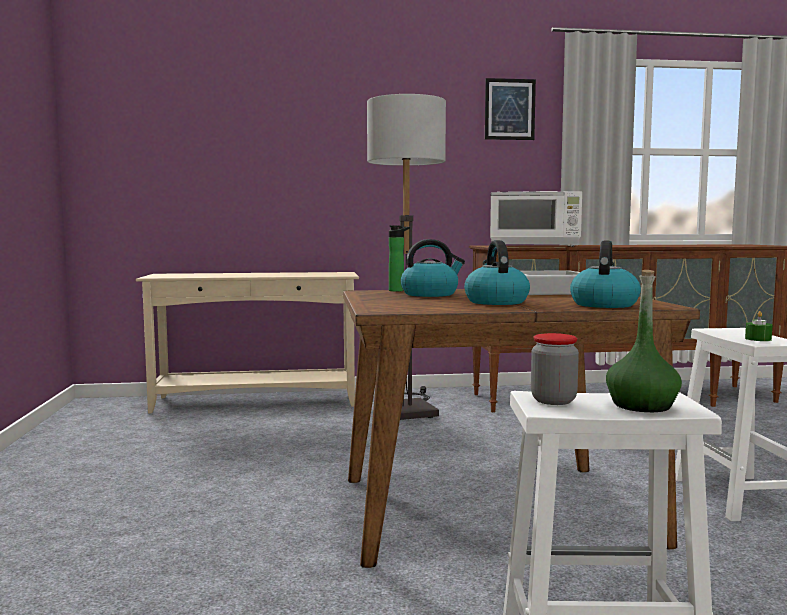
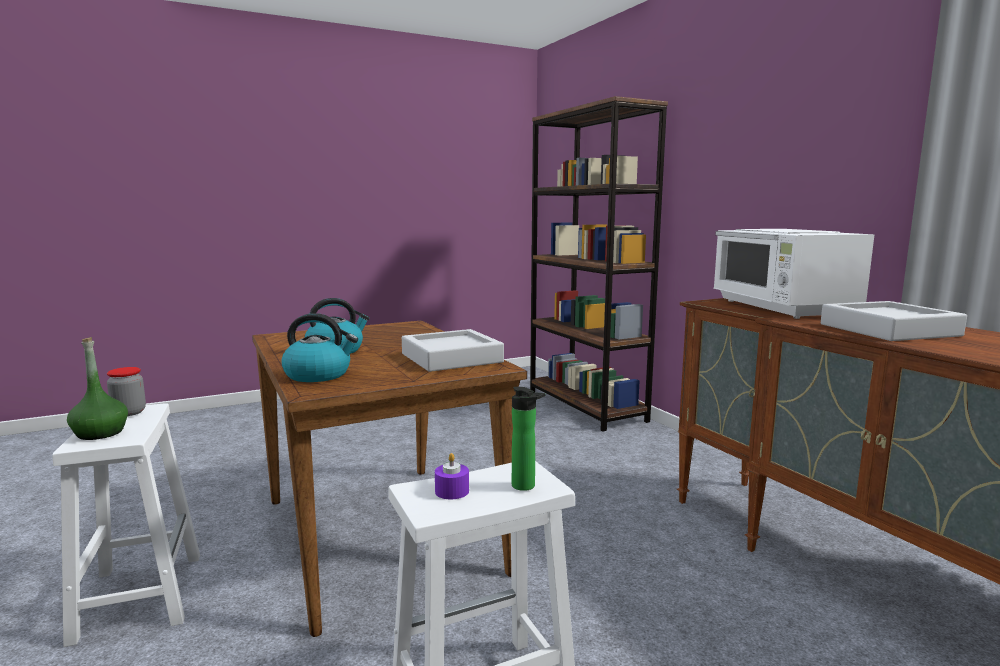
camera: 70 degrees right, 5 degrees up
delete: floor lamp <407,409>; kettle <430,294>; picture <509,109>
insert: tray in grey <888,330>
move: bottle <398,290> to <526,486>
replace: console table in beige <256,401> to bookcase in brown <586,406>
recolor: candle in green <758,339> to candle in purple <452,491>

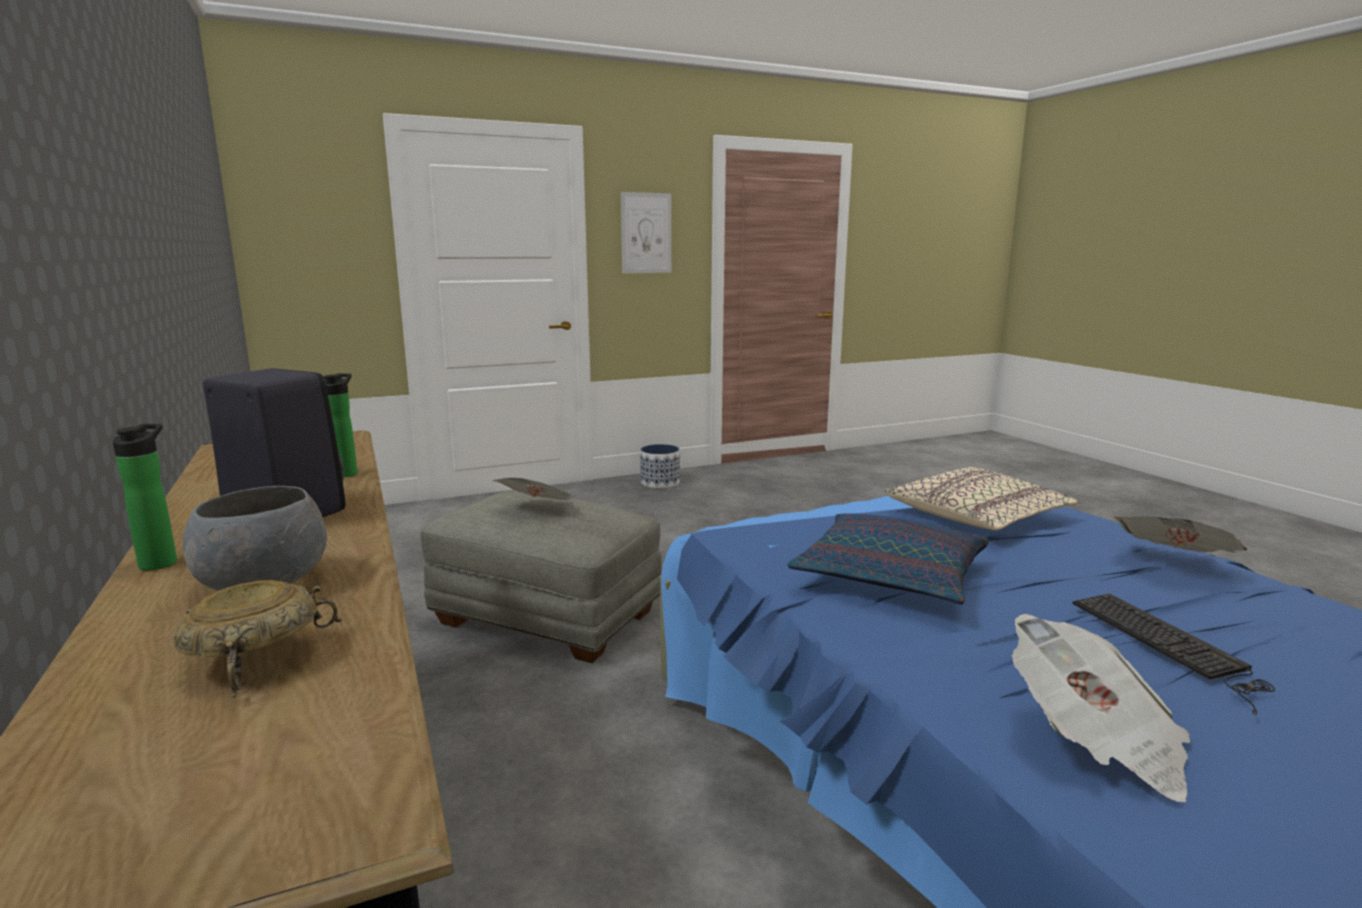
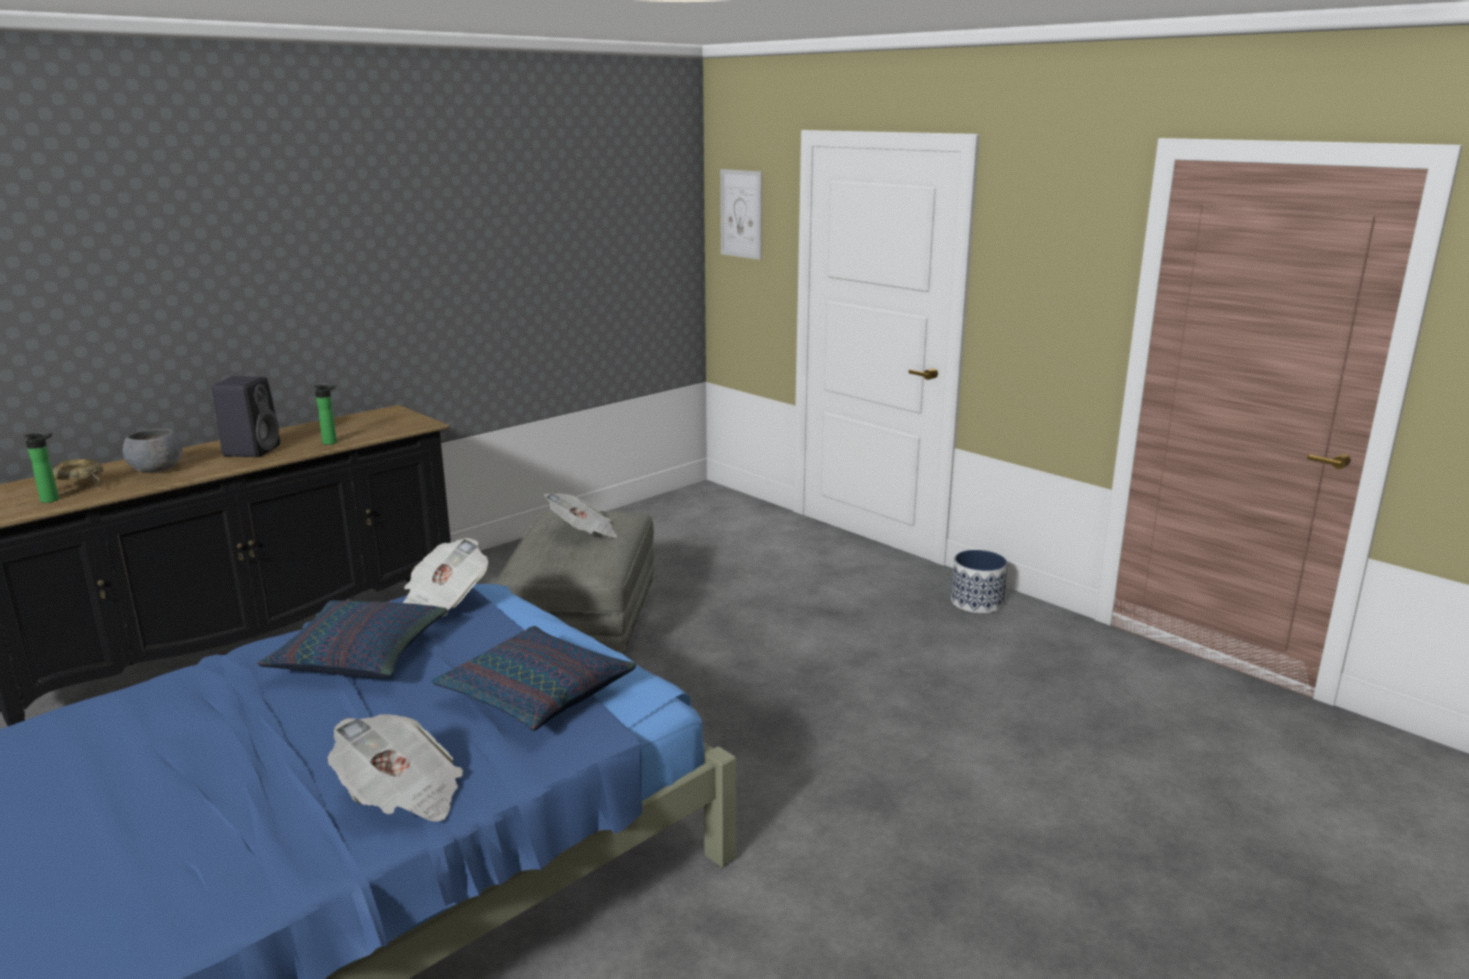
camera: 70 degrees right, 5 degrees up
delete: keyboard <1170,645>
move: bottle <161,562> to <53,499>; newspaper <1095,742> to <443,602>; picture <646,233> to <741,214>
recolor: pillow in beige <977,517> to pillow in blue <536,694>

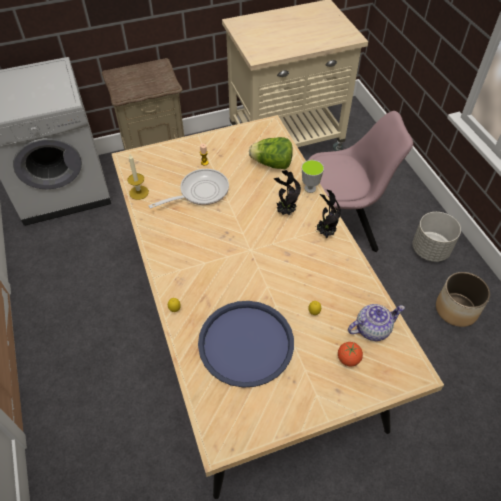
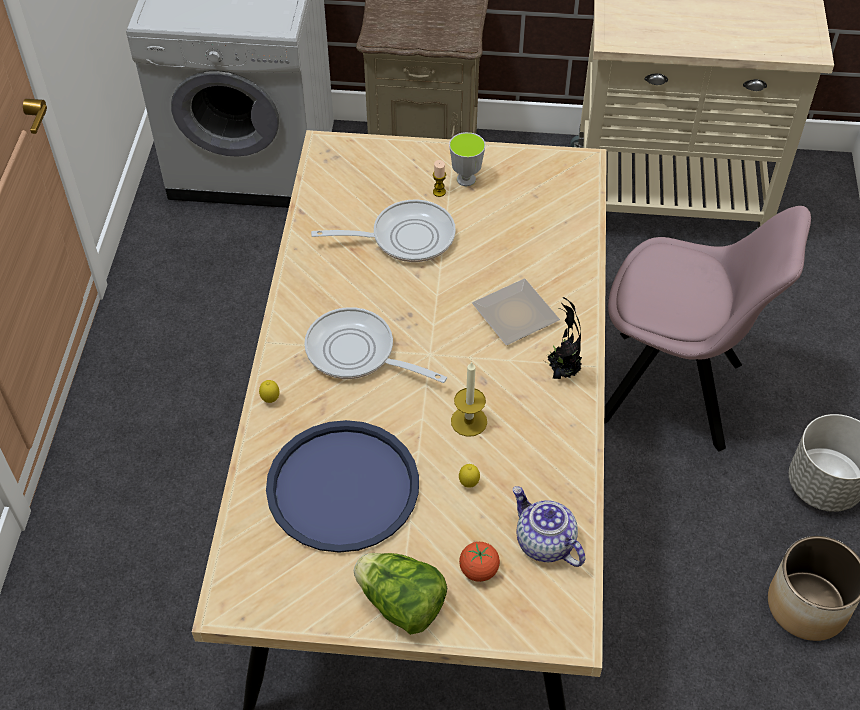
camera: 25 degrees right, 0 degrees up
insert: frying pan <357,353>
move: lettuce <272,164> to <401,604>; cup <310,188> to <466,179>; candle <139,192> to <469,421>
replace: potted plant <285,212> to plate <518,315>
rotate: teapot <372,328> = <544,542> 135 degrees counterclockwise

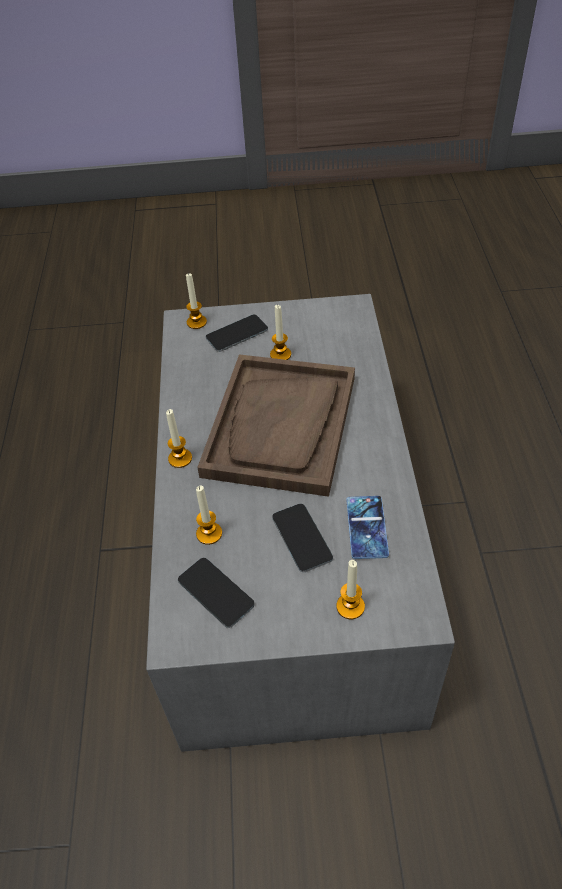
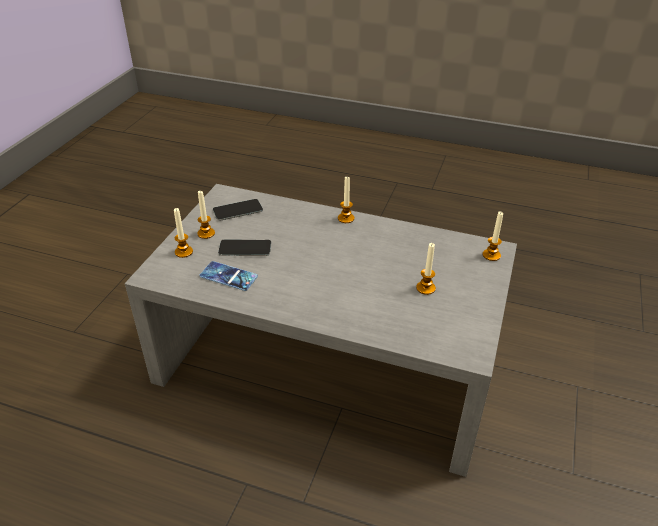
camera: 110 degrees right, 10 degrees down
delete: tray in brown <281,426>; phone <237,333>
move: candle <209,533> to <206,233>

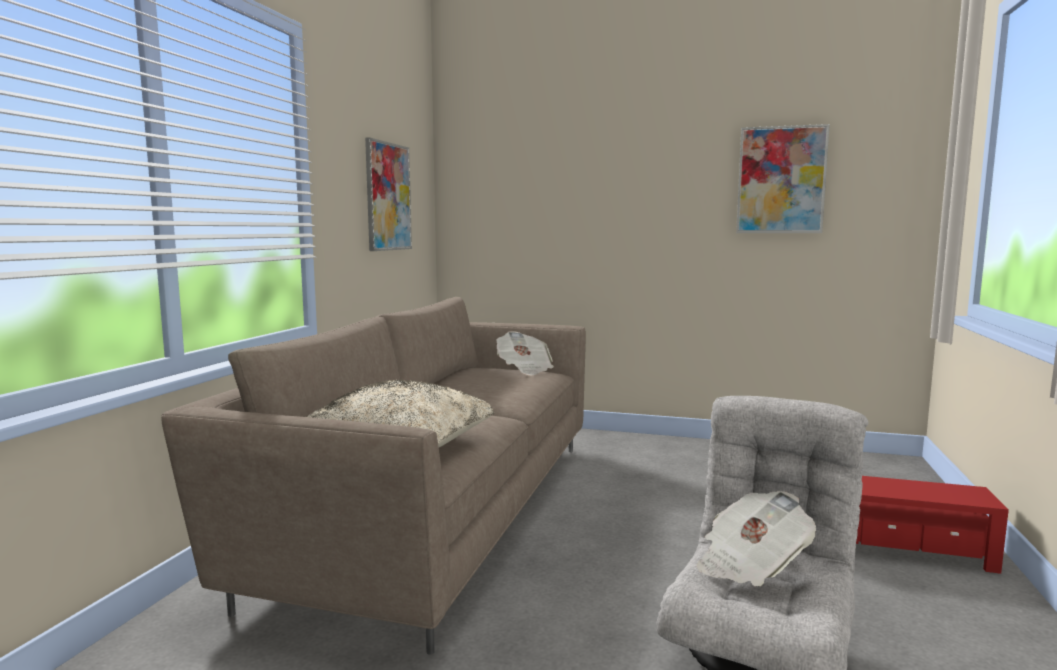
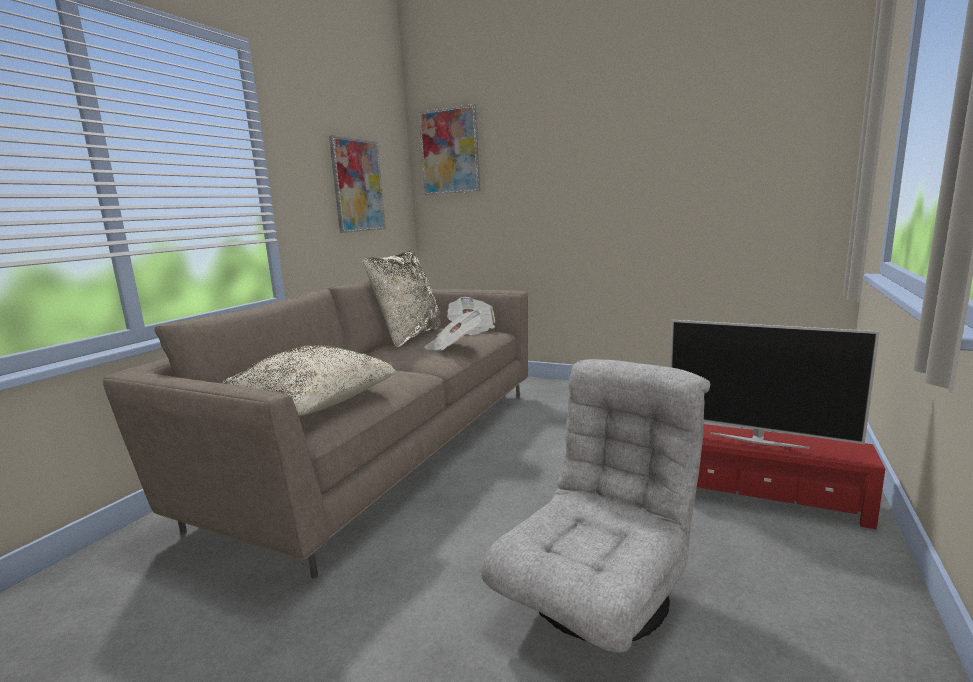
camera: 10 degrees right, 5 degrees up
insert: pillow in beige <409,337>; television <757,440>
move: picture <781,180> to <450,151>; newspaper <750,564> to <454,346>

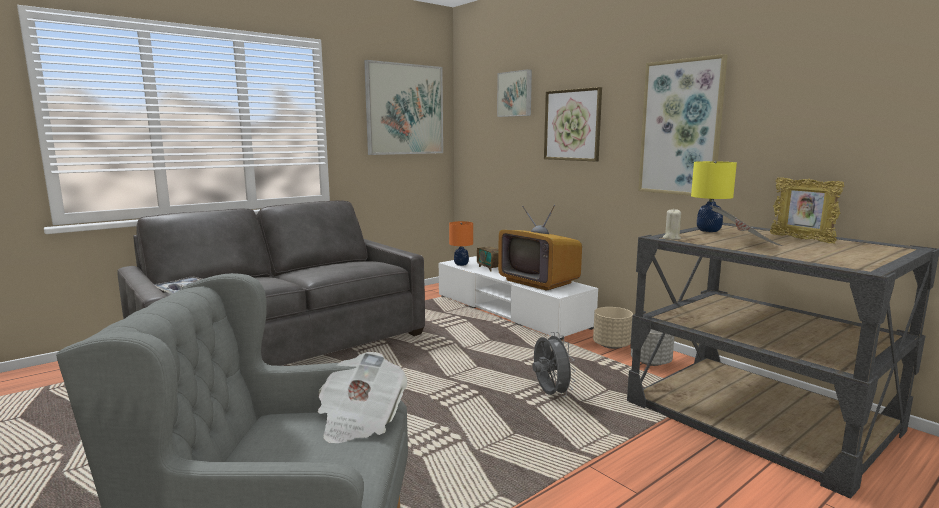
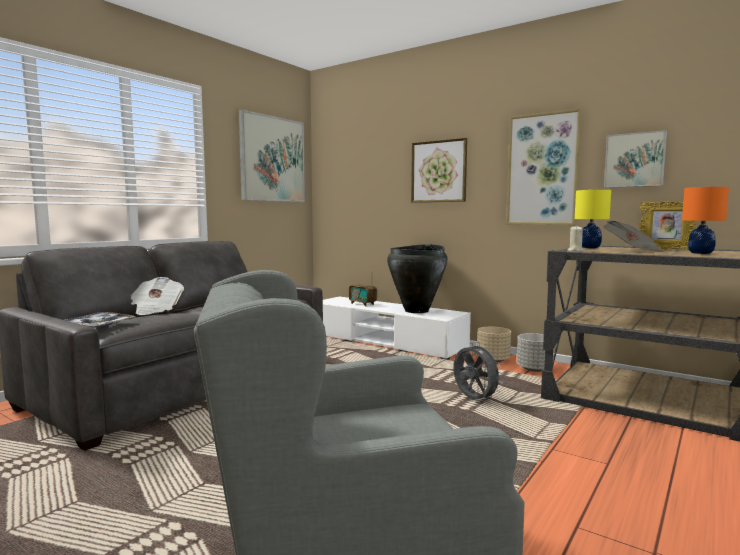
camera: 15 degrees left, 5 degrees down
move: newspaper <360,419> to <156,310>; picture <515,94> to <635,160>; table lamp in orange <461,265> to <701,253>
replace: television <538,281> to vase in black <416,311>

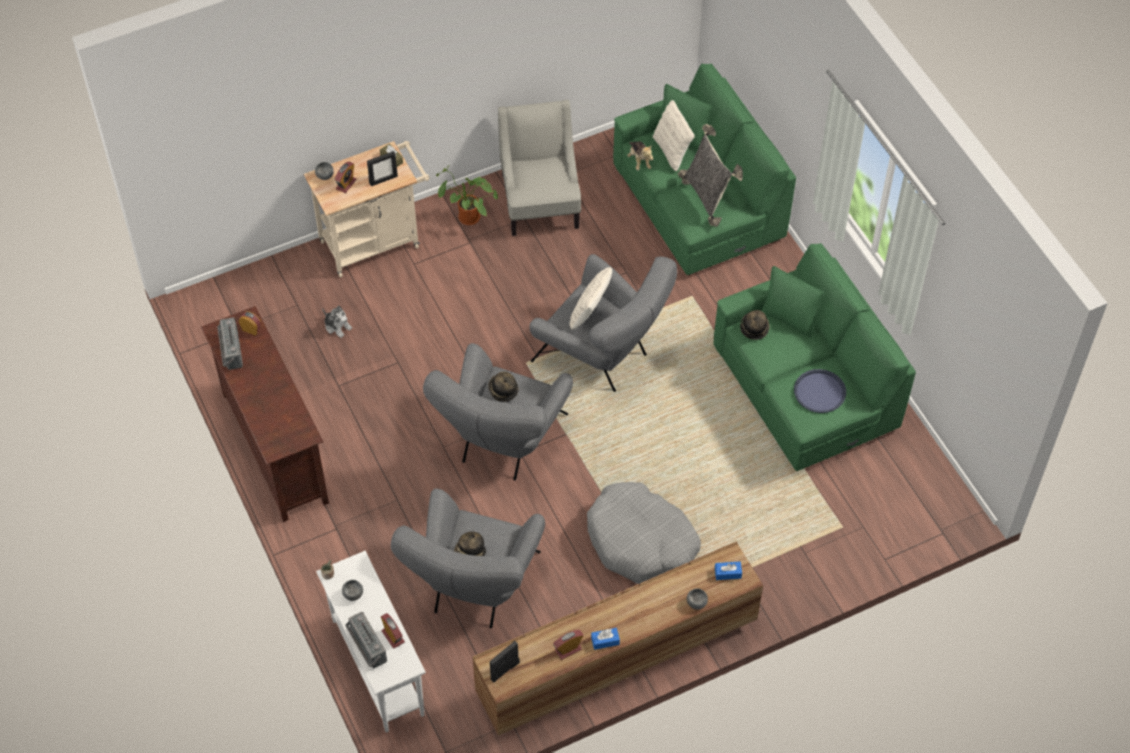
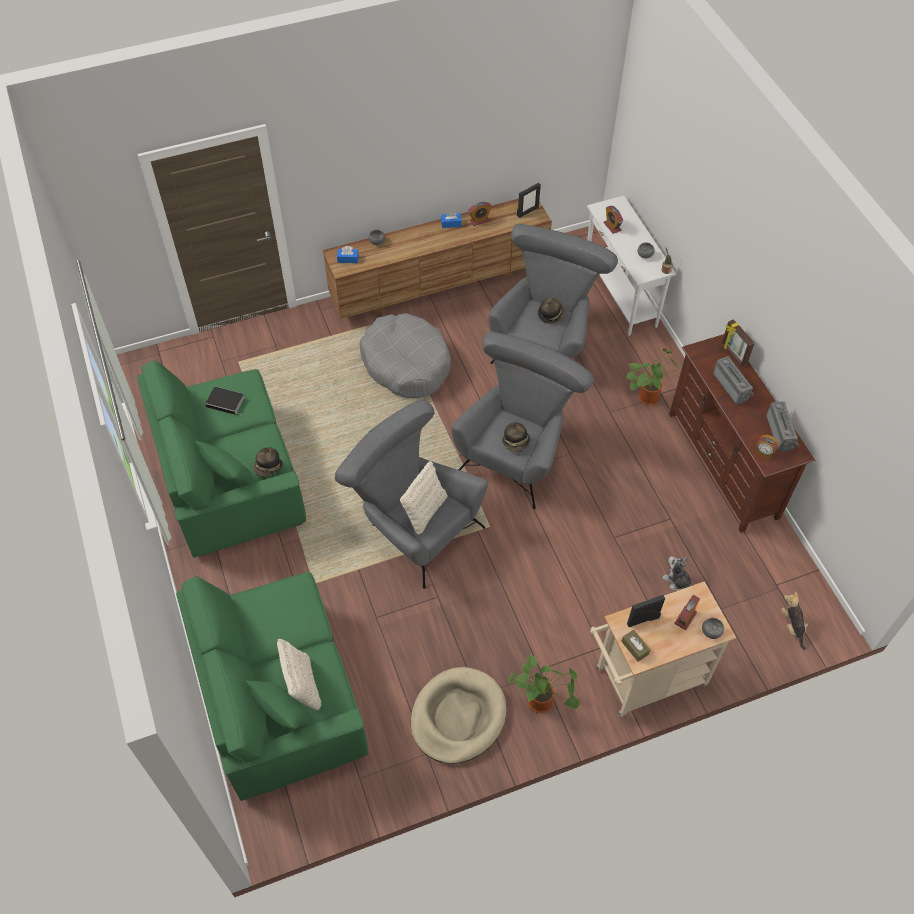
camera: 175 degrees left, 0 degrees up
delete: pillow <708,199>
insert: potted plant <649,396>; picture frame <733,355>
move: radio <366,647> to <732,386>; plush toy <639,160> to <792,626>
replace: tray in blue <819,392> to book <226,402>; armchair in grey <540,201> to dog bed in beige <458,717>

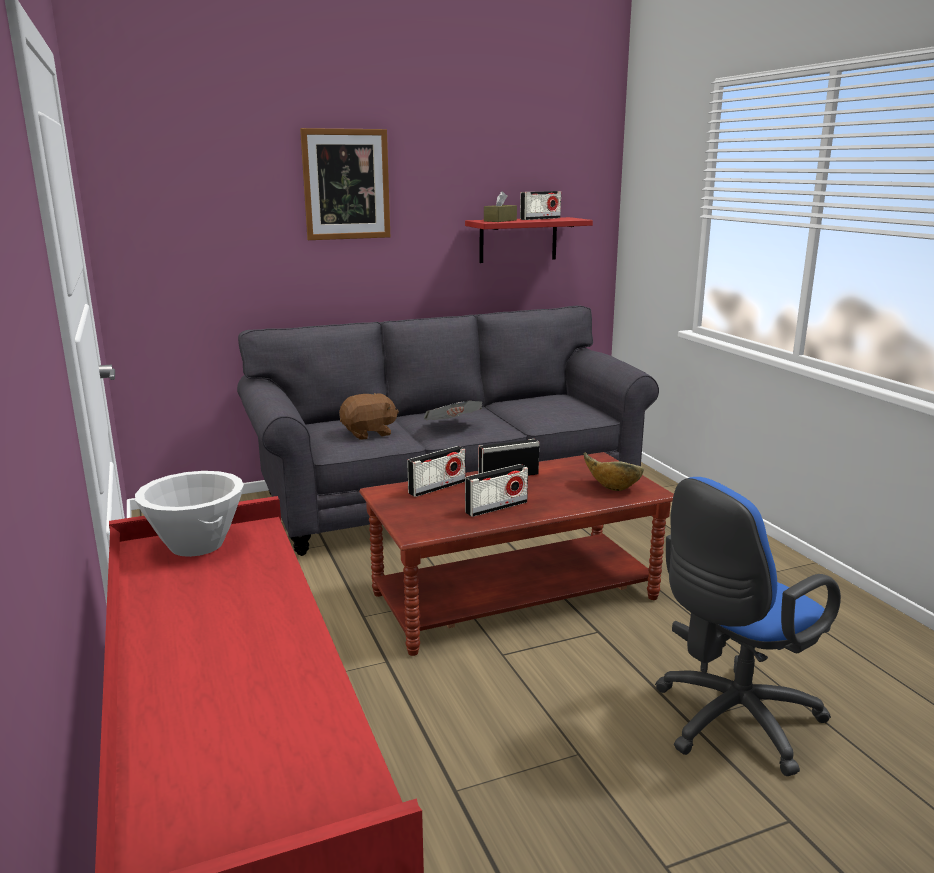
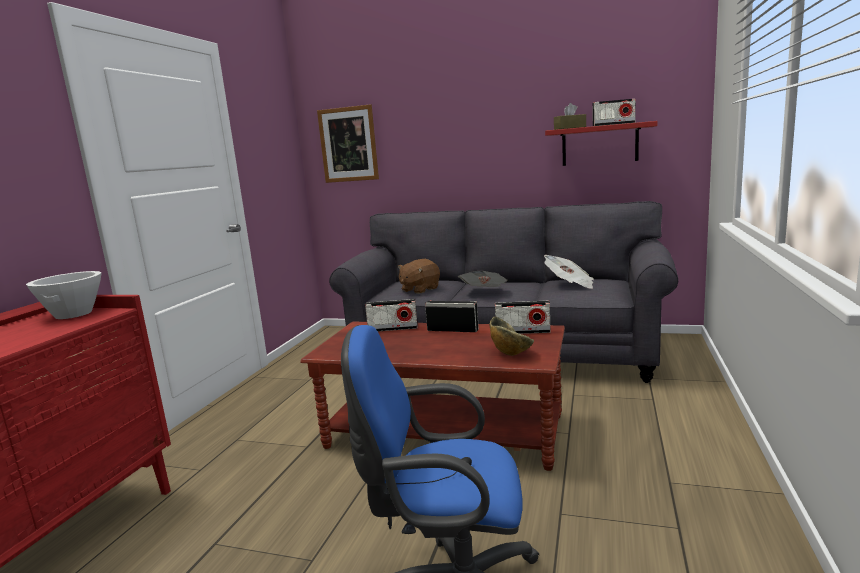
camera: 40 degrees right, 5 degrees down
insert: newspaper <570,285>
move: picture <346,184> to <348,144>; radio <496,507> to <523,332>
rotate: plush toy in brown <369,433> = <419,289> 120 degrees clockwise

